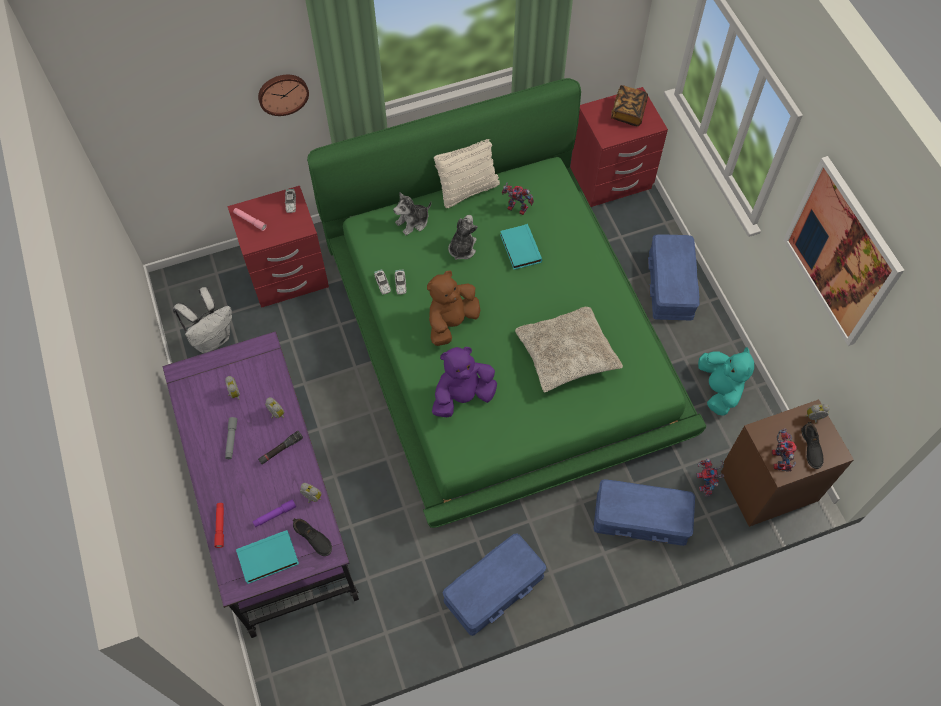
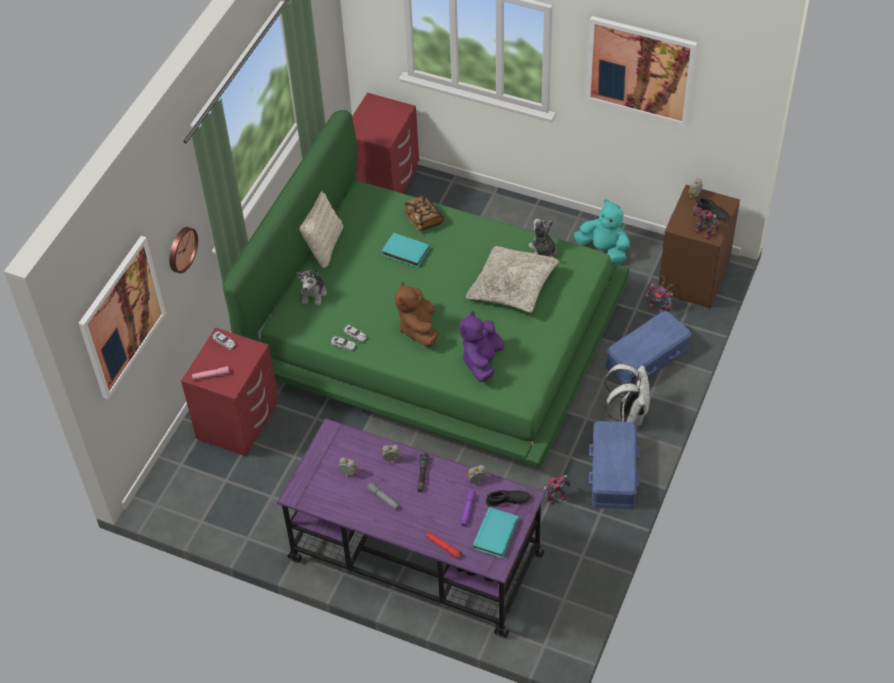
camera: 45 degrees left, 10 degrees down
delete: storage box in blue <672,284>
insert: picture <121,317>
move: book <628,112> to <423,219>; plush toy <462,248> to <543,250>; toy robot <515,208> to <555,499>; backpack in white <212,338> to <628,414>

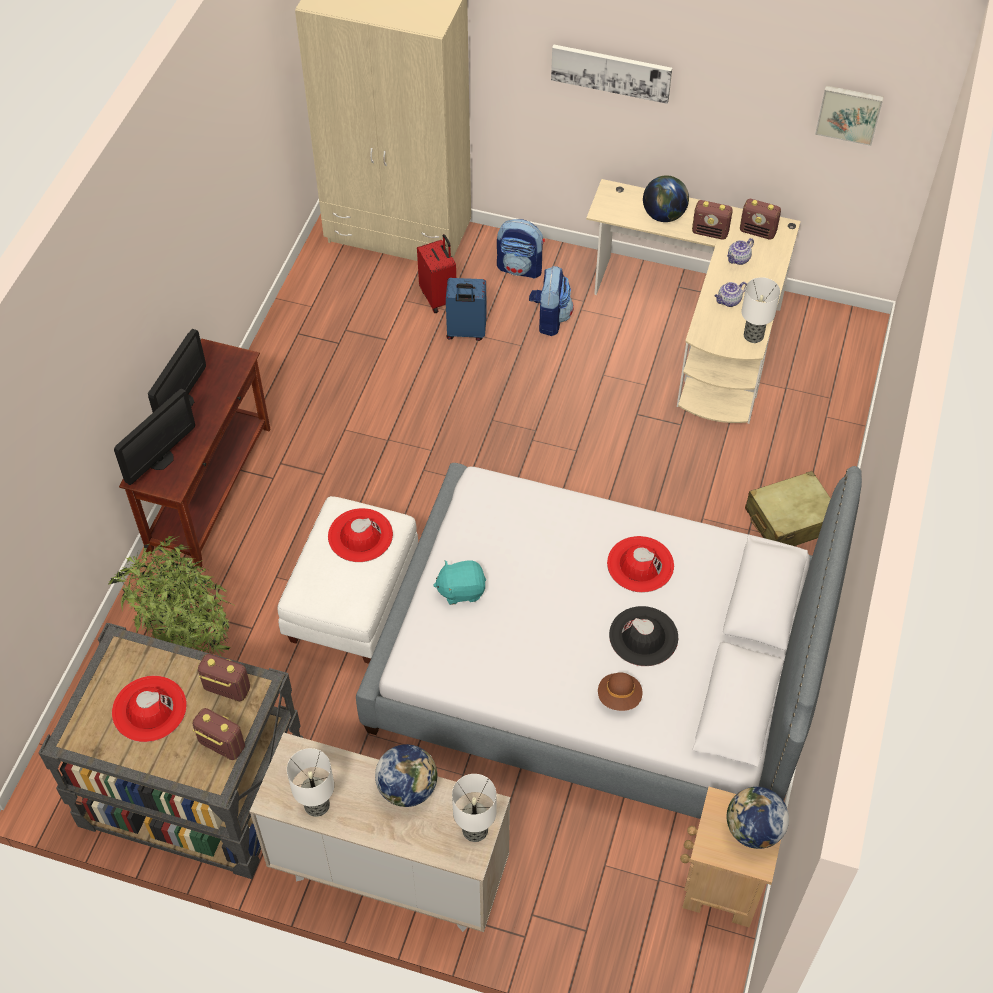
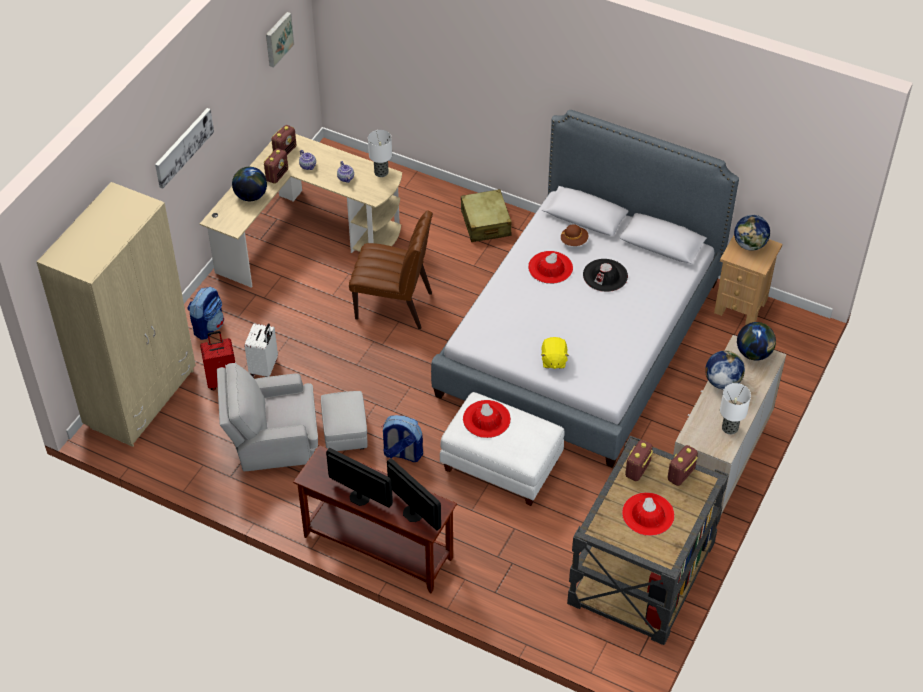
camera: 80 degrees left, 5 degrees down
delete: potted plant <186,635>
insert: armchair in white <290,438>; chair in brown <393,306>
move: backpack <549,319> to <402,453>; hat in brown <619,697> to <574,241>
replace: table lamp <475,831> to globe <754,353>
recolor: suitcase in blue <466,332> to suitcase in white <264,368>; plush toy in turquoise <461,590> to plush toy in yellow <553,360>

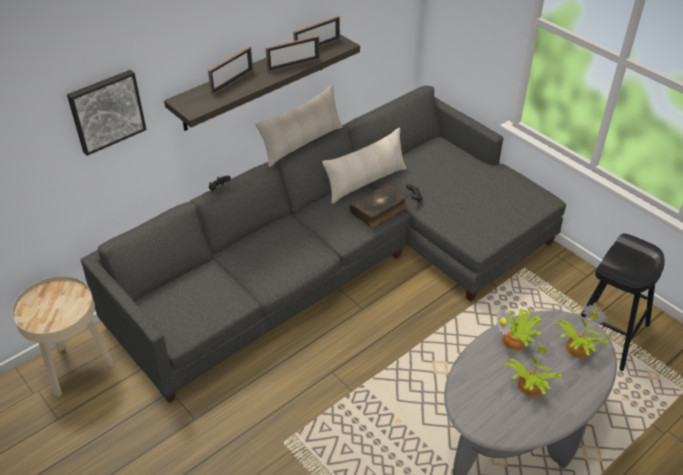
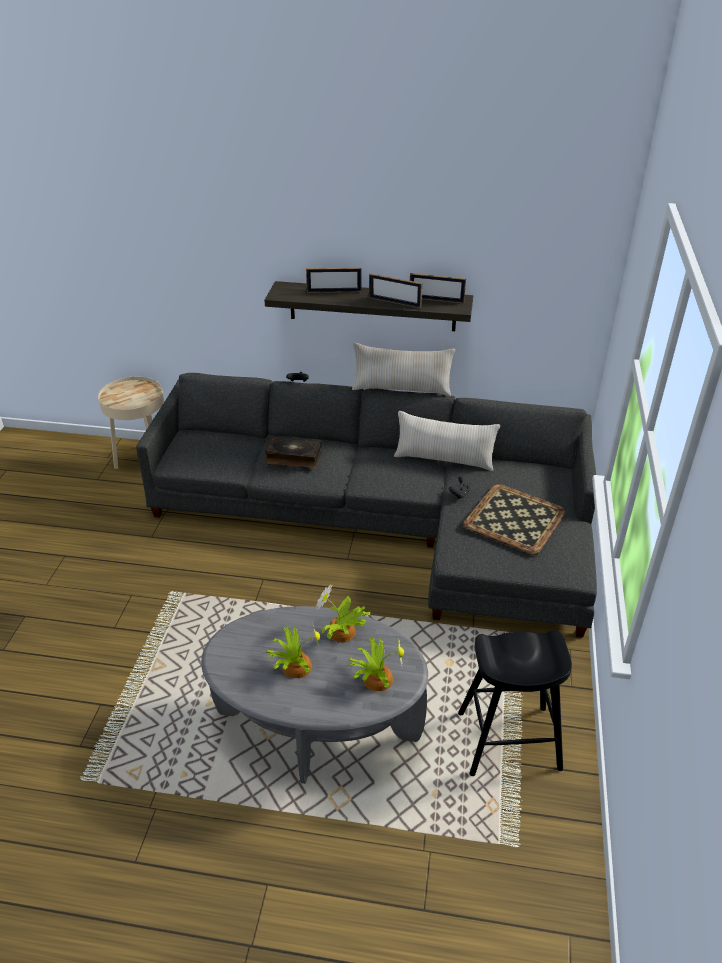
camera: 50 degrees right, 5 degrees down
delete: picture <106,111>
insert: tray <515,519>
move: book <379,211> to <293,458>

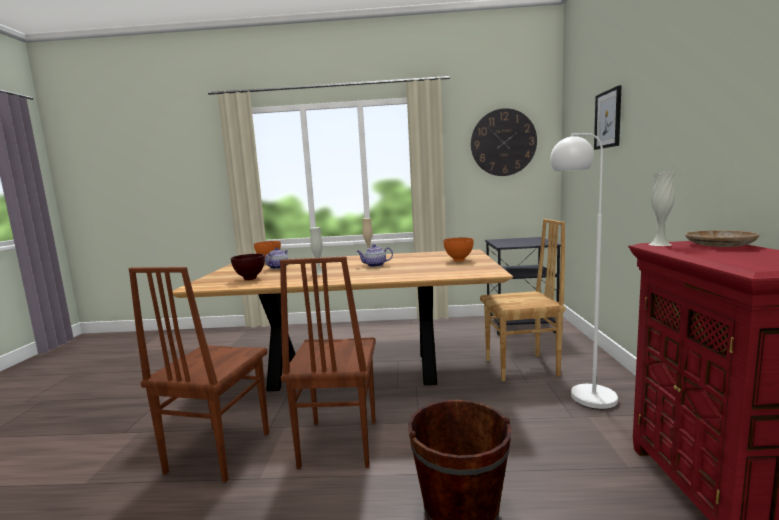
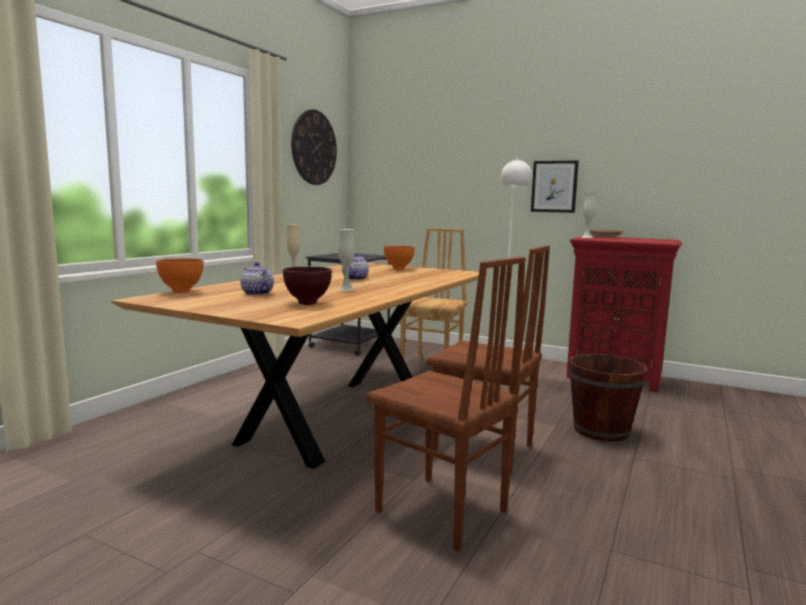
camera: 65 degrees left, 0 degrees up
move: picture <608,119> to <554,186>

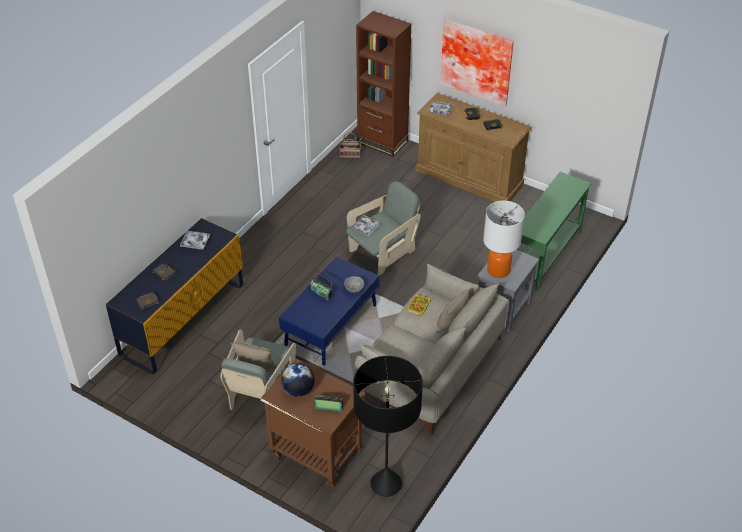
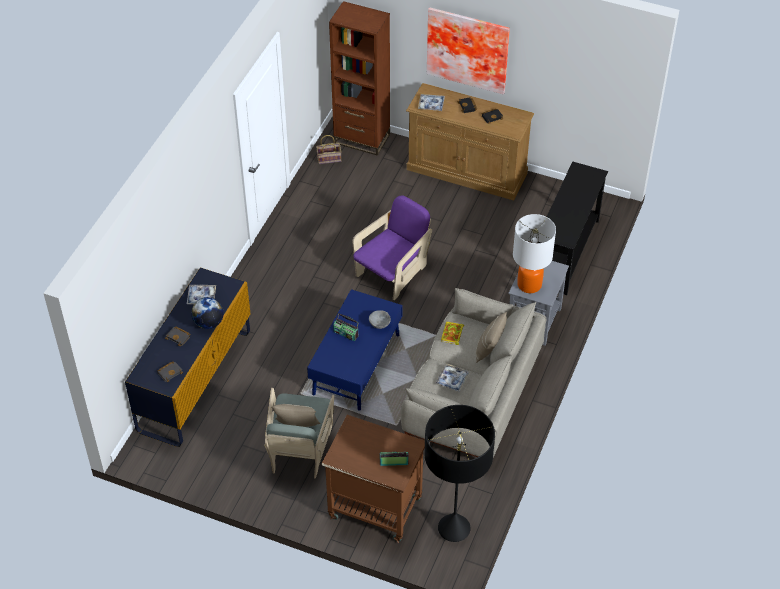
camera: 10 degrees left, 5 degrees up
move: globe <298,390> to <208,323>; tray <365,227> to <452,380>
recolor: armchair in grey <383,253> to armchair in purple <392,273>; console table in green <545,255> to console table in black <566,253>

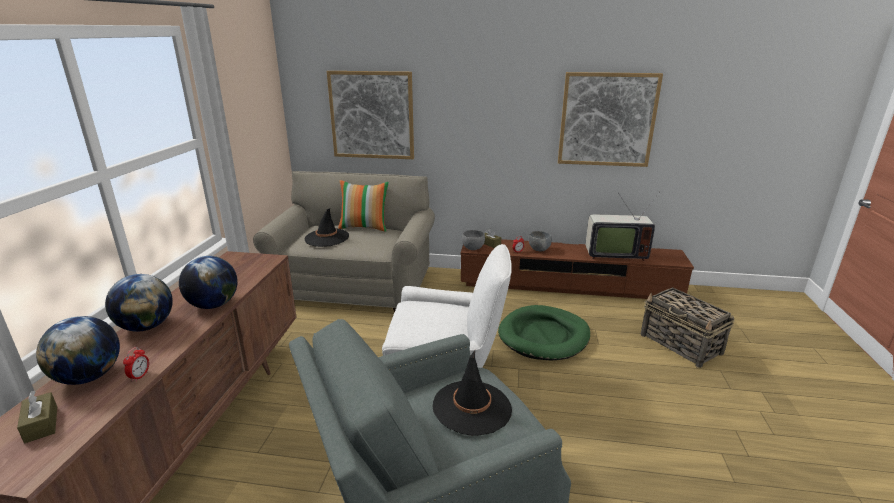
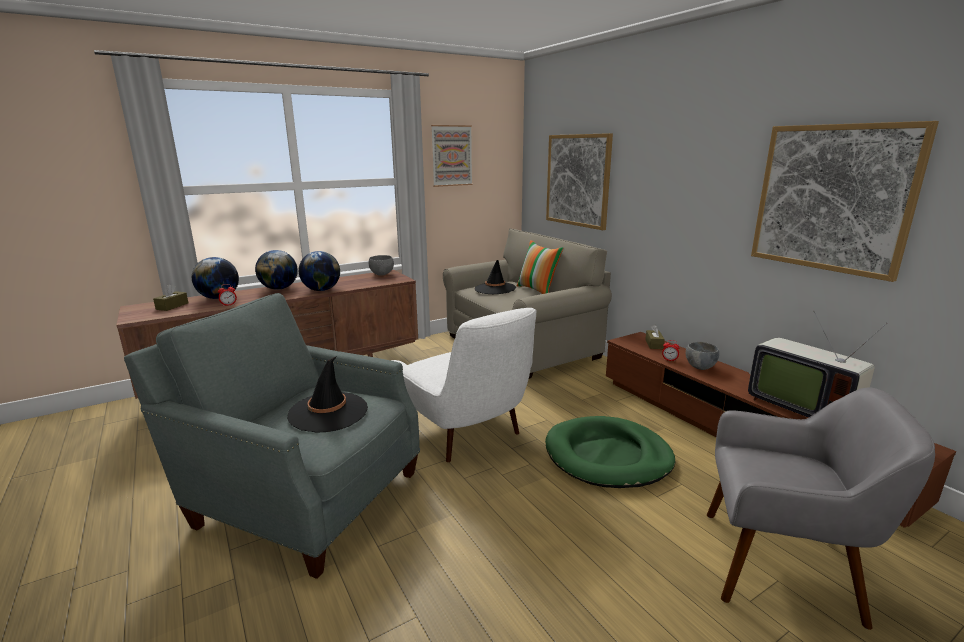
camera: 50 degrees right, 5 degrees down
insert: picture <451,156>
move: bowl in grey <472,248> to <382,274>
replace: basket <681,344> to armchair in grey <782,567>

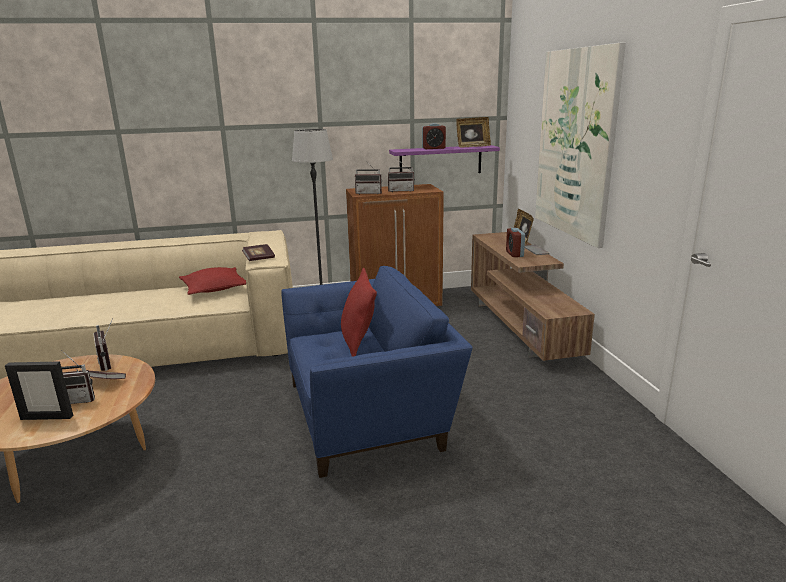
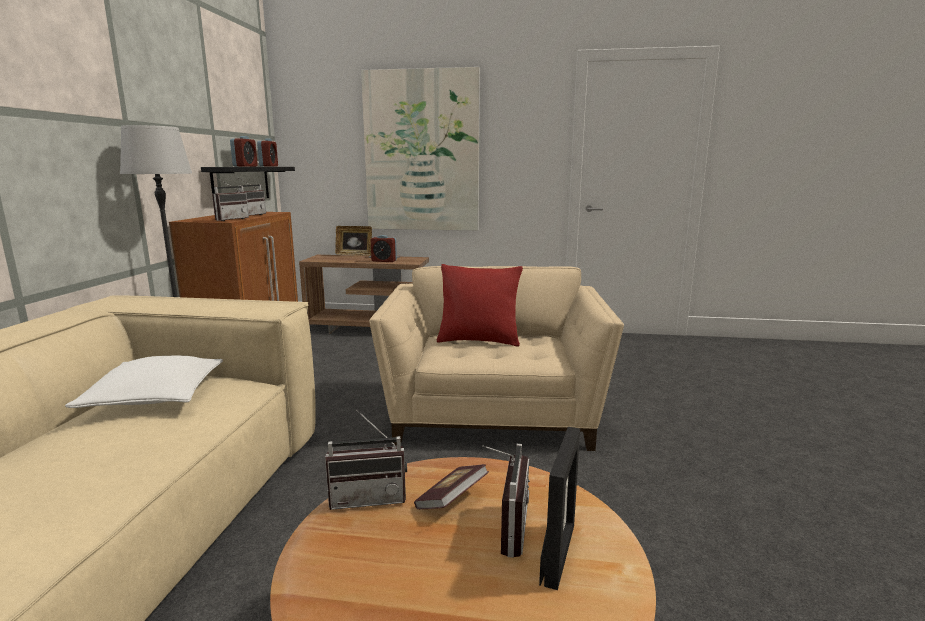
camera: 70 degrees left, 5 degrees down
delete: book <259,258>
replace: picture frame <472,146> to alarm clock <269,166>
recolor: pillow in red <214,288> to pillow in white <155,396>; shelf in purple <440,161> to shelf in black <241,183>; armchair in blue <369,413> to armchair in beige <493,412>

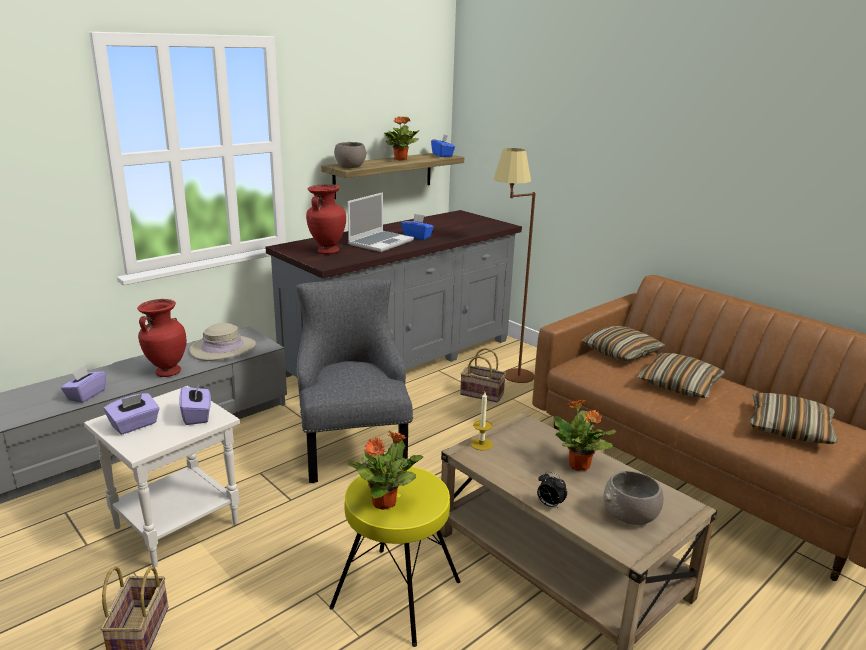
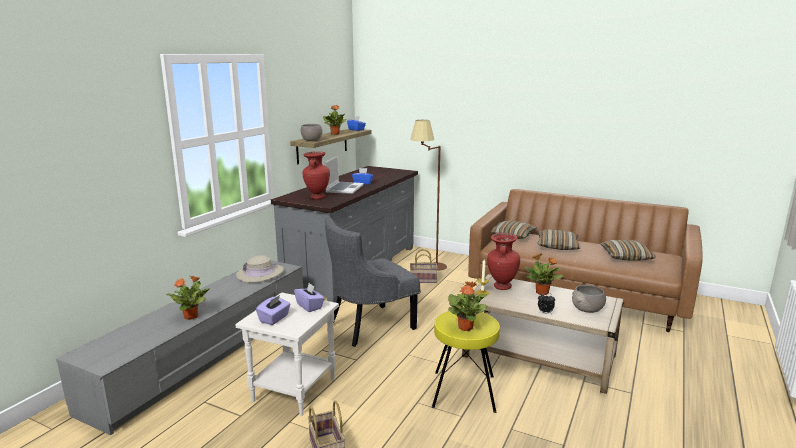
camera: 20 degrees left, 5 degrees down
move: vase in red <167,372> to <501,287>
replace: tissue box in purple <86,395> to potted plant <191,316>
rotate: armchair in grey <353,451> = <371,326> 90 degrees counterclockwise

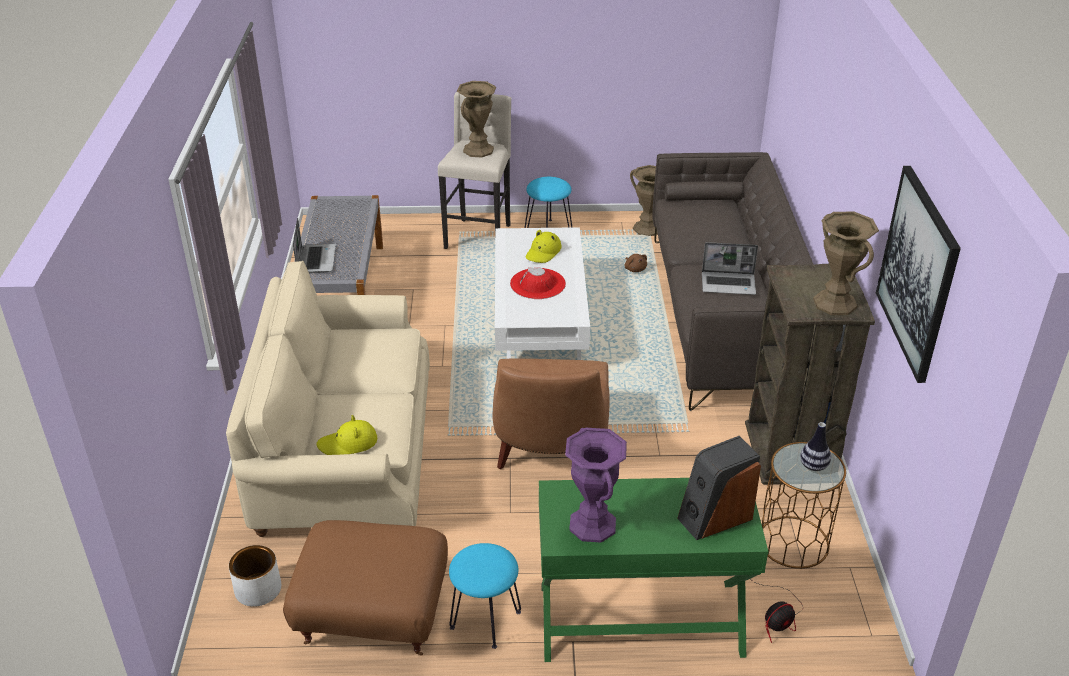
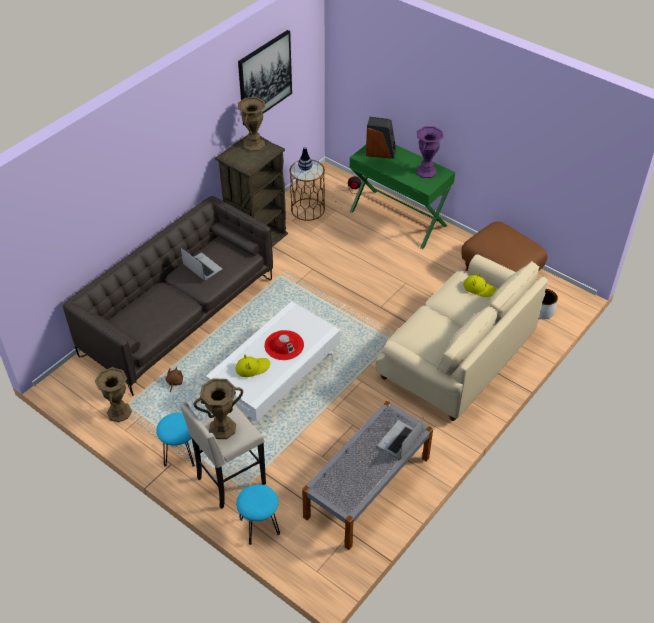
camera: 140 degrees left, 10 degrees up
delete: armchair in brown <550,448>
move: stool in turquoise <485,619> to <259,526>

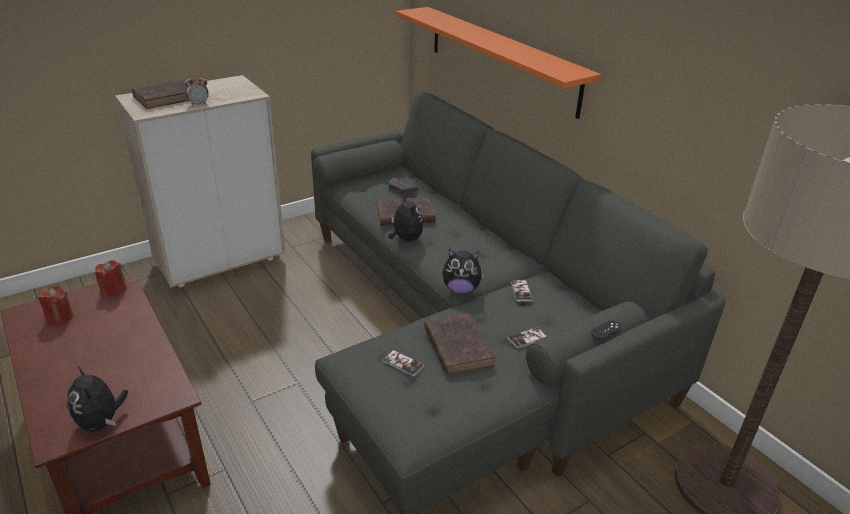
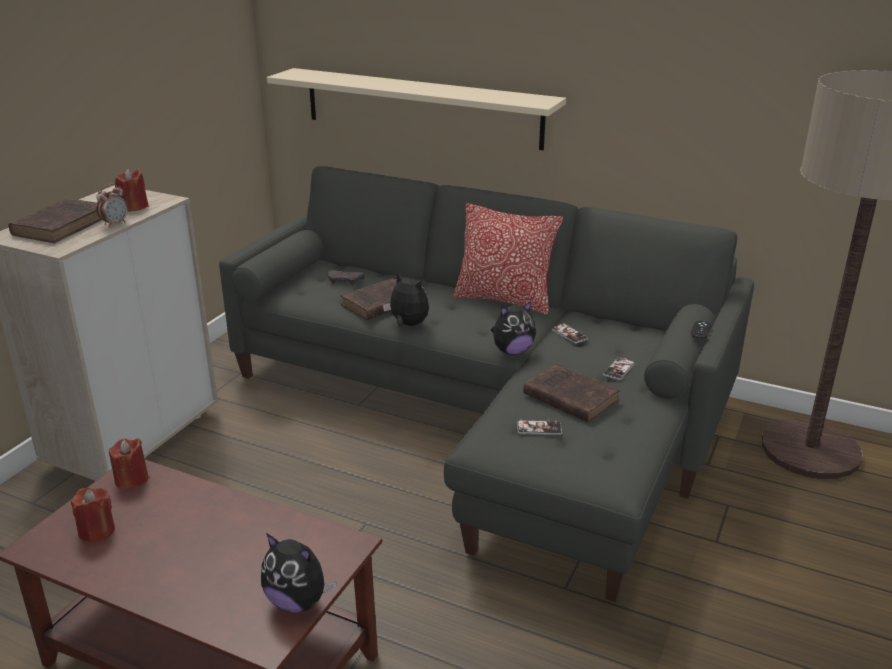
camera: 30 degrees left, 5 degrees down
insert: candle in red <134,207>; pillow <504,300>
recolor: shelf in orange <501,58> to shelf in beige <421,108>

